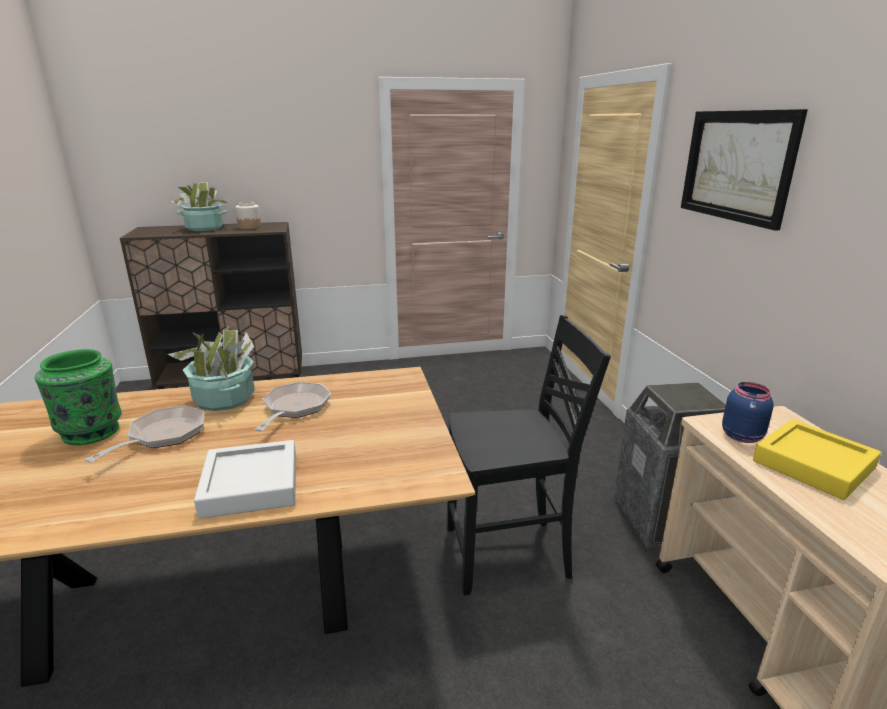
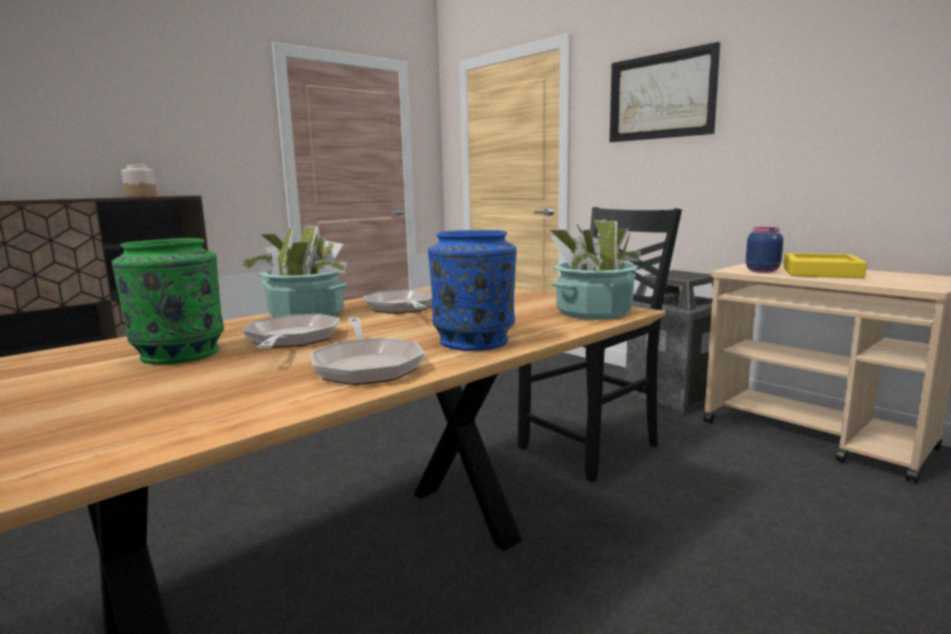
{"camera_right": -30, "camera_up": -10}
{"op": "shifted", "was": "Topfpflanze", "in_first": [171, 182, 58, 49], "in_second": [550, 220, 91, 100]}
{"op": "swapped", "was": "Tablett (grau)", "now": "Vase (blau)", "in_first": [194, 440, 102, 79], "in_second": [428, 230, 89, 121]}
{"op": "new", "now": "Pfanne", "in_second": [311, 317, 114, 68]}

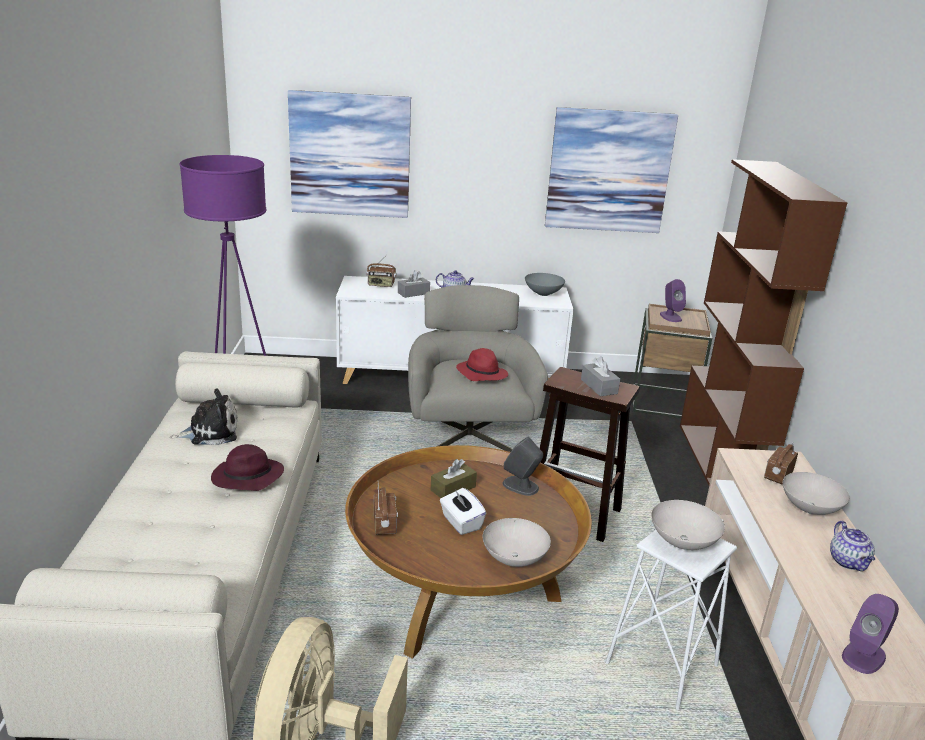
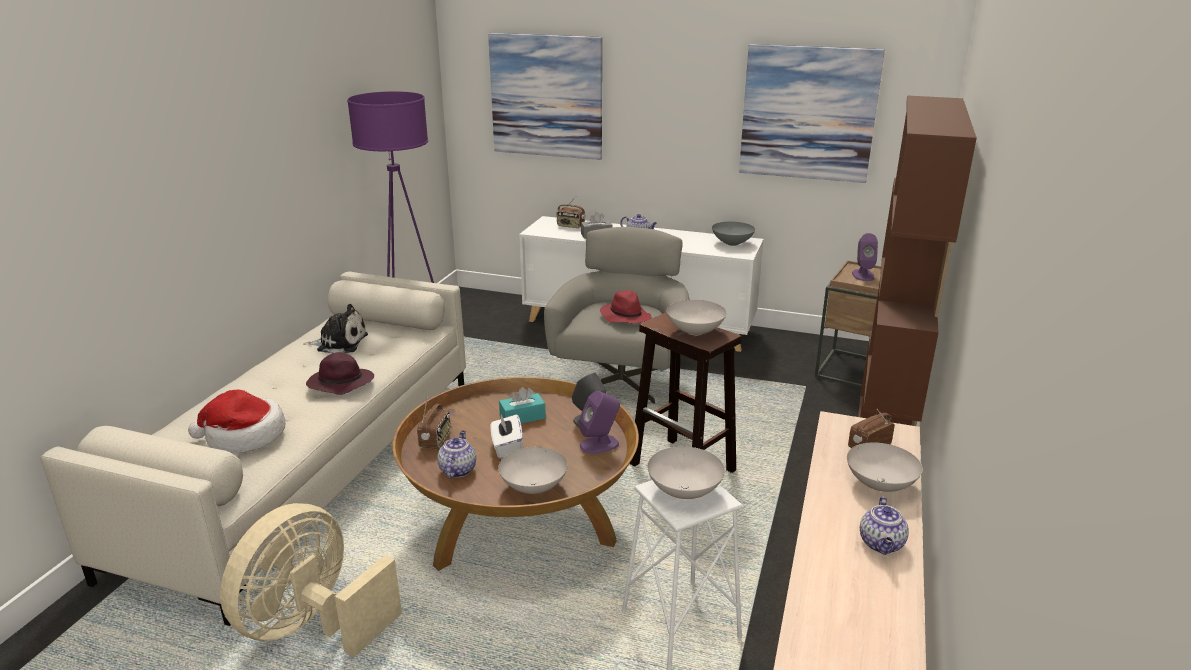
{"camera_right": 20, "camera_up": 0}
{"op": "swapped", "was": "Taschentuchbox (grau)", "now": "Schüssel (weiß)", "in_first": [581, 356, 39, 40], "in_second": [667, 300, 60, 35]}
{"op": "repainted", "was": "Taschentuchbox (braun)", "now": "Taschentuchbox (türkis)", "in_first": [431, 459, 46, 39], "in_second": [499, 387, 47, 37]}
{"op": "shifted", "was": "Lautsprecher (lila)", "in_first": [842, 594, 57, 80], "in_second": [579, 391, 41, 63]}
{"op": "new", "now": "Hut", "in_second": [188, 390, 98, 63]}
{"op": "new", "now": "Teekanne", "in_second": [437, 430, 39, 48]}

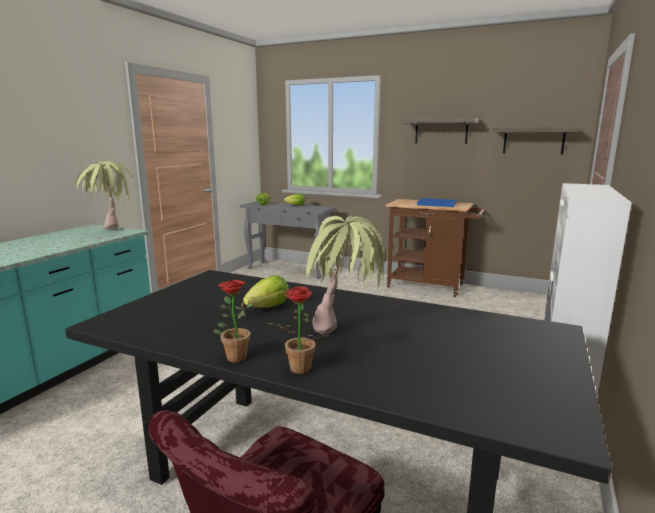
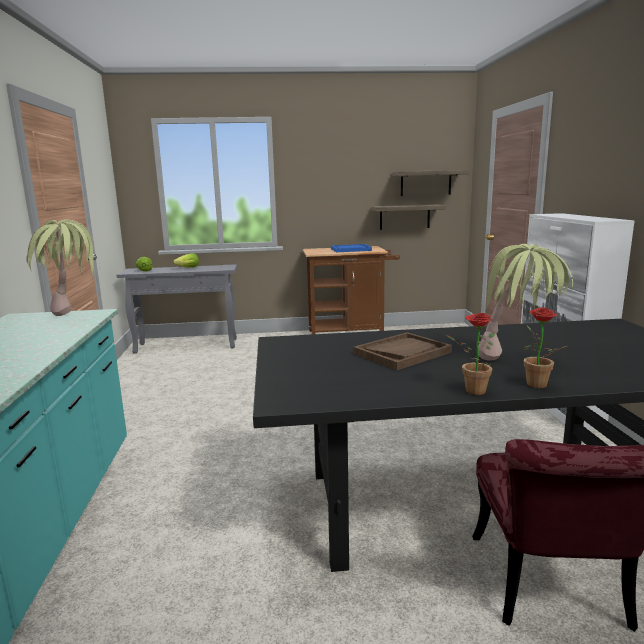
{"camera_right": -30, "camera_up": 0}
{"op": "shifted", "was": "Wandregal", "in_first": [402, 118, 76, 26], "in_second": [371, 204, 75, 26]}
{"op": "swapped", "was": "Salatkopf", "now": "Tablett (braun)", "in_first": [243, 275, 46, 33], "in_second": [353, 332, 99, 38]}

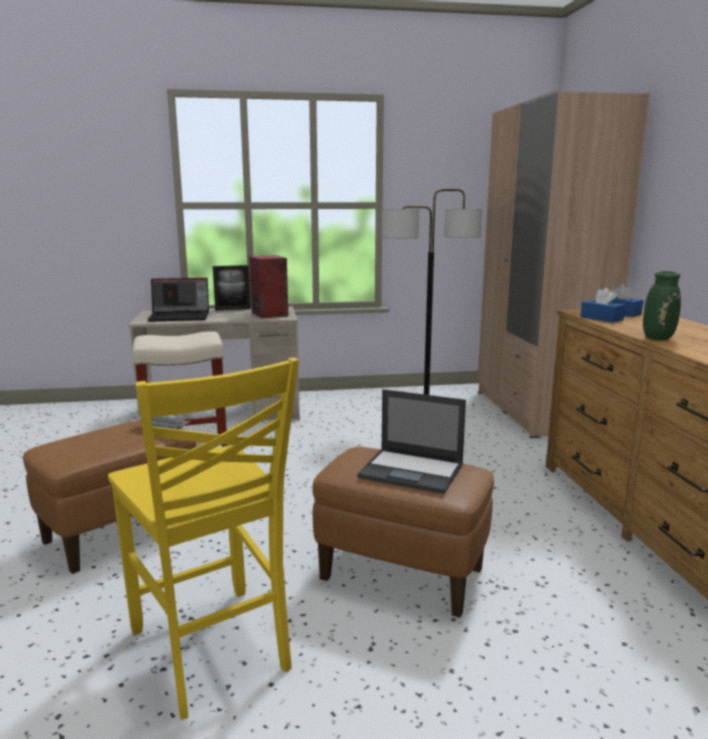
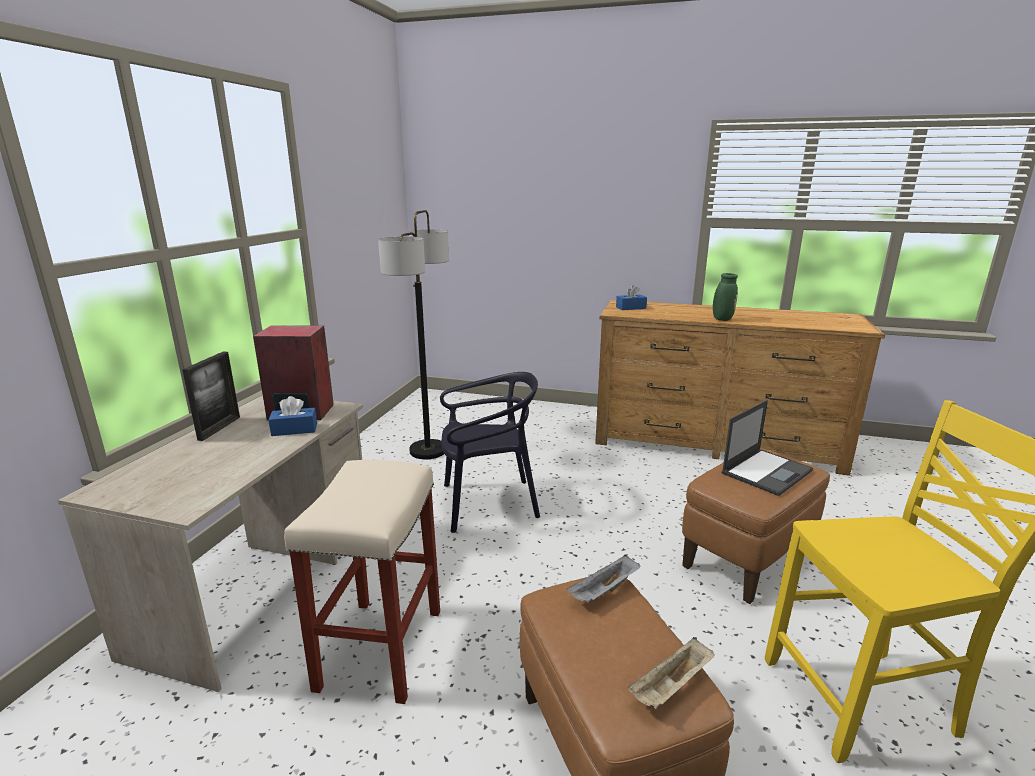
{"camera_right": -65, "camera_up": 5}
{"op": "gone", "was": "Kleiderschrank (beige)", "in_first": [478, 90, 172, 348]}
{"op": "gone", "was": "Laptop", "in_first": [147, 278, 62, 44]}
{"op": "shifted", "was": "Taschentuchbox (blau)", "in_first": [581, 288, 44, 35], "in_second": [268, 396, 49, 40]}
{"op": "new", "now": "Stuhl (schwarz)", "in_second": [440, 372, 100, 161]}
{"op": "new", "now": "Tablett (beige)", "in_second": [628, 637, 87, 72]}

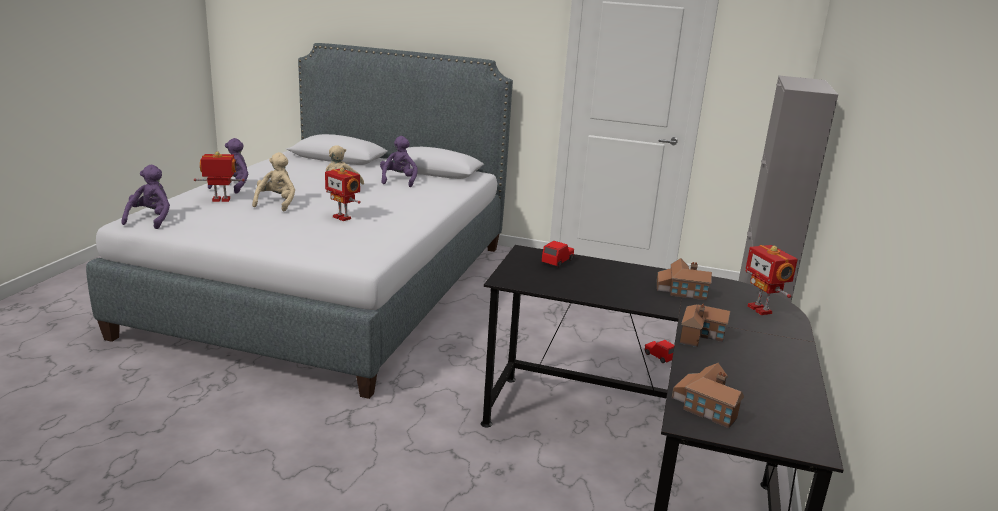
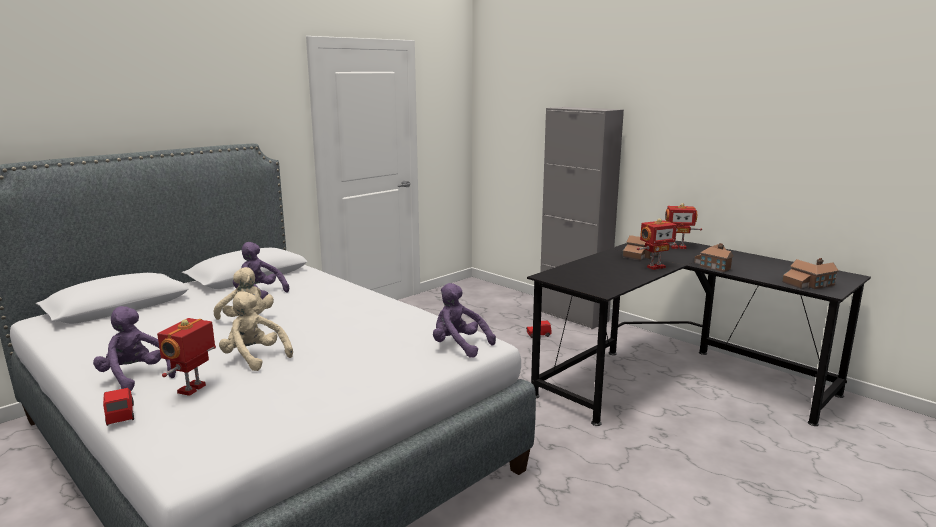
{"camera_right": -60, "camera_up": -5}
{"op": "shifted", "was": "Plüschtier (lila)", "in_first": [122, 165, 48, 64], "in_second": [433, 283, 63, 75]}
{"op": "shifted", "was": "Spielzeugroboter", "in_first": [325, 168, 36, 53], "in_second": [637, 218, 40, 52]}
{"op": "shifted", "was": "Spielzeugauto (rot)", "in_first": [542, 241, 32, 27], "in_second": [103, 388, 31, 38]}

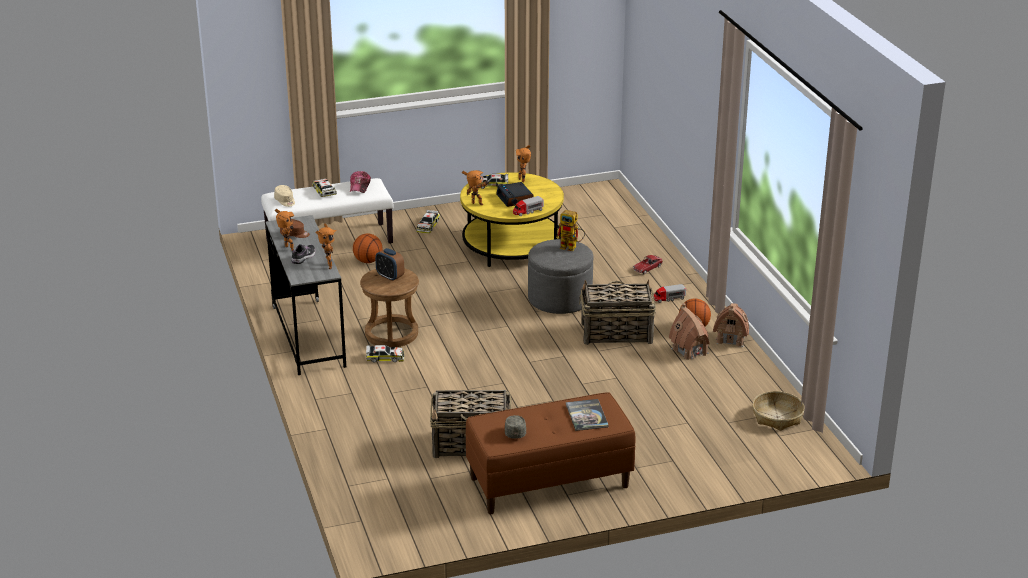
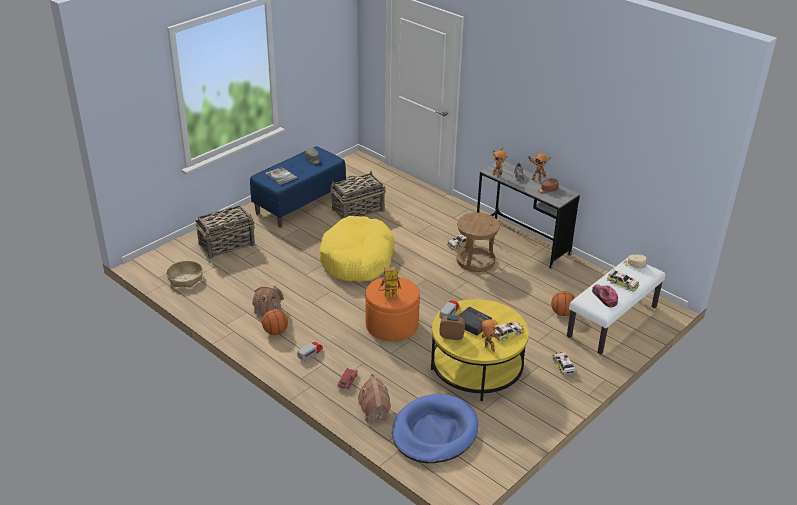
{"camera_right": 150, "camera_up": 5}
{"op": "gone", "was": "Spielzeugroboter", "in_first": [462, 170, 27, 35]}
{"op": "repainted", "was": "Polsterhocker (grau)", "now": "Polsterhocker (orange)", "in_first": [528, 239, 65, 75], "in_second": [365, 277, 55, 64]}
{"op": "shifted", "was": "Wecker", "in_first": [375, 248, 29, 33], "in_second": [439, 314, 26, 26]}
{"op": "shifted", "was": "Korb", "in_first": [579, 279, 77, 66], "in_second": [195, 205, 60, 54]}
{"op": "shifted", "was": "Spielzeughaus", "in_first": [713, 303, 36, 44], "in_second": [358, 373, 33, 50]}
{"op": "repainted", "was": "Bank (braun)", "now": "Bank (blau)", "in_first": [465, 392, 171, 122], "in_second": [250, 146, 96, 82]}
{"op": "new", "now": "Hundebett (gelb)", "in_second": [319, 216, 75, 66]}
{"op": "new", "now": "Hundebett (blau)", "in_second": [392, 394, 86, 69]}

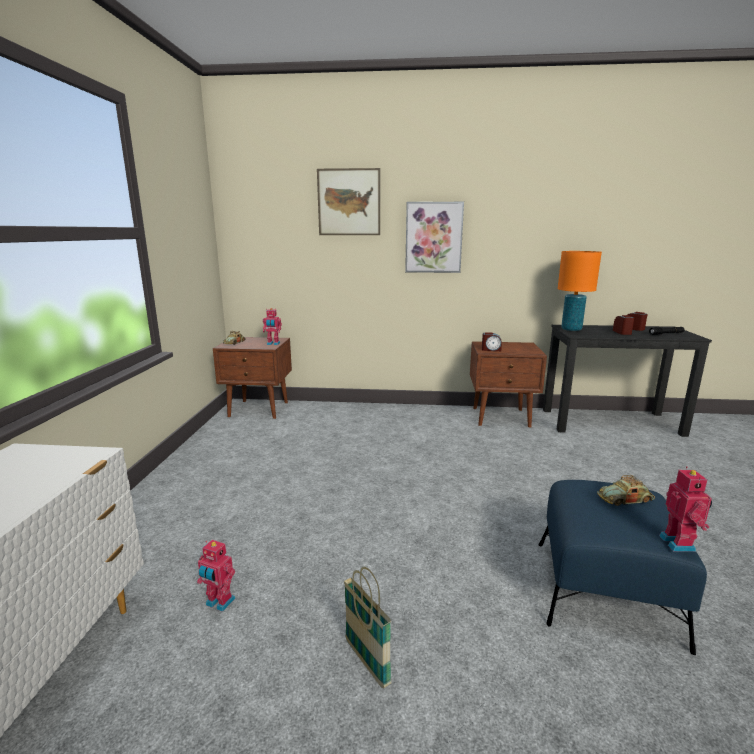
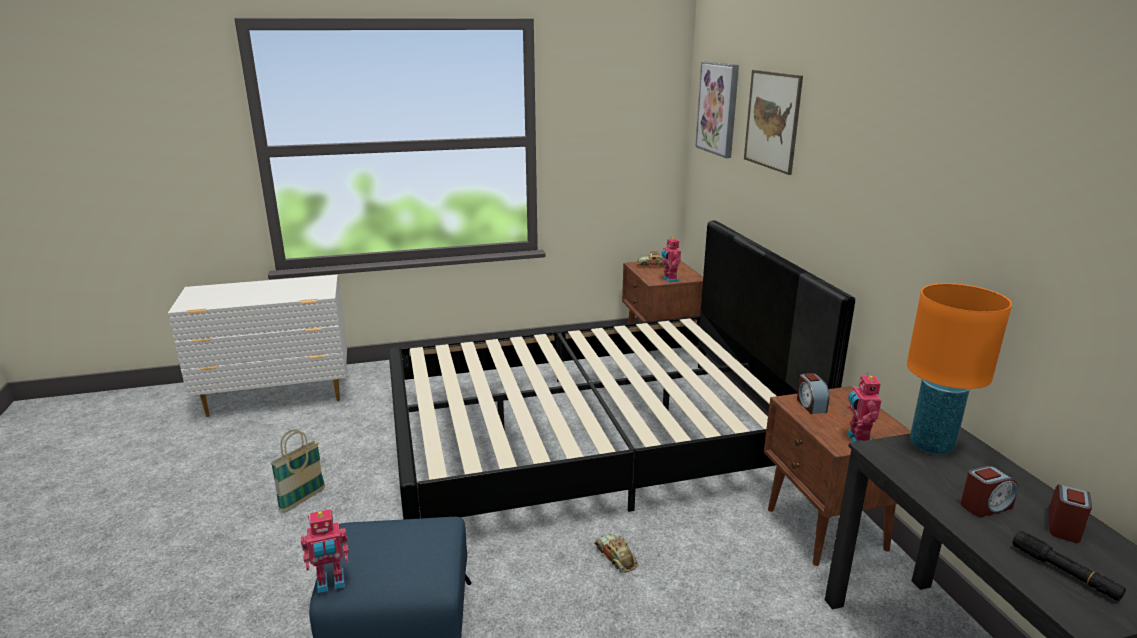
{"camera_right": 70, "camera_up": 5}
{"op": "shifted", "was": "Bild", "in_first": [405, 202, 59, 71], "in_second": [696, 62, 43, 96]}
{"op": "shifted", "was": "Spielzeugauto", "in_first": [597, 475, 58, 31], "in_second": [594, 534, 44, 39]}
{"op": "shifted", "was": "Spielzeugroboter", "in_first": [197, 540, 38, 72], "in_second": [847, 373, 35, 70]}
{"op": "new", "now": "Bett (schwarz)", "in_second": [389, 220, 466, 299]}

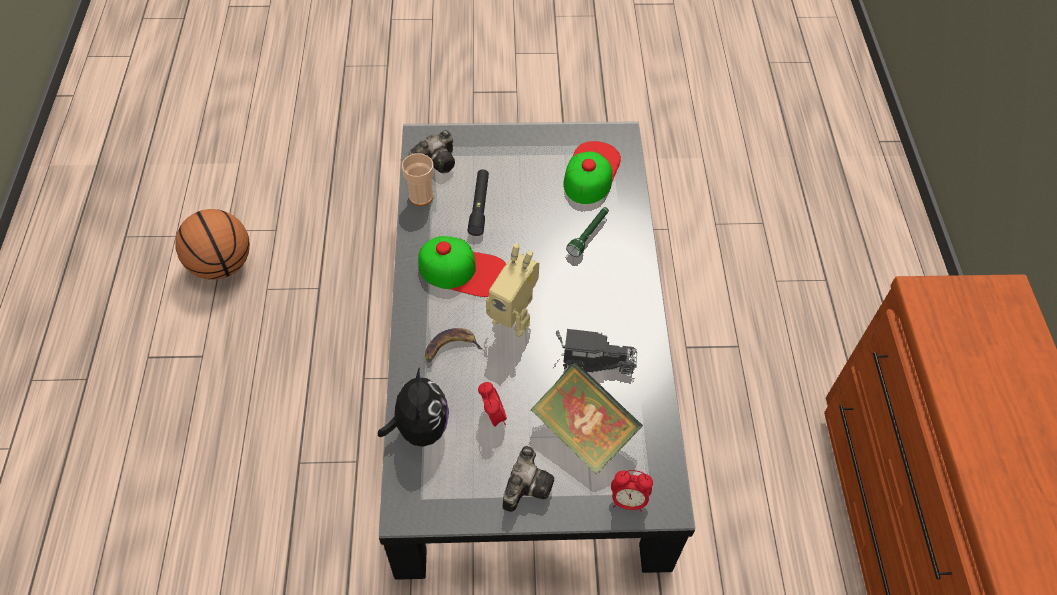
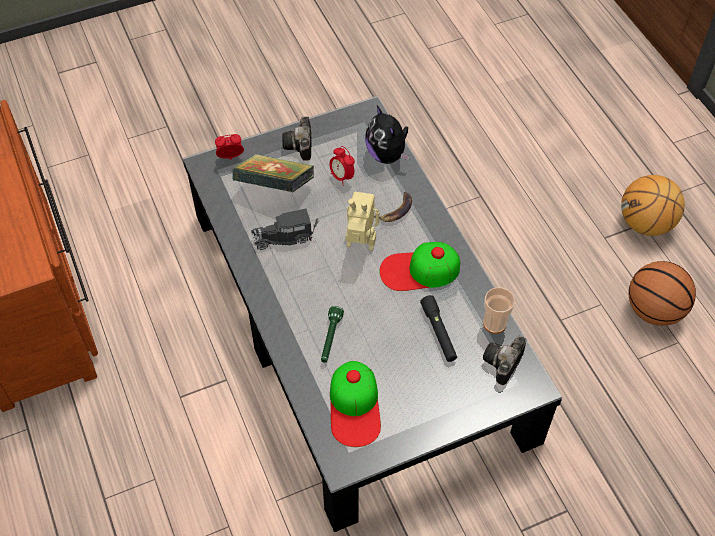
{"camera_right": 160, "camera_up": 0}
{"op": "new", "now": "Basketball", "in_second": [621, 175, 64, 61]}

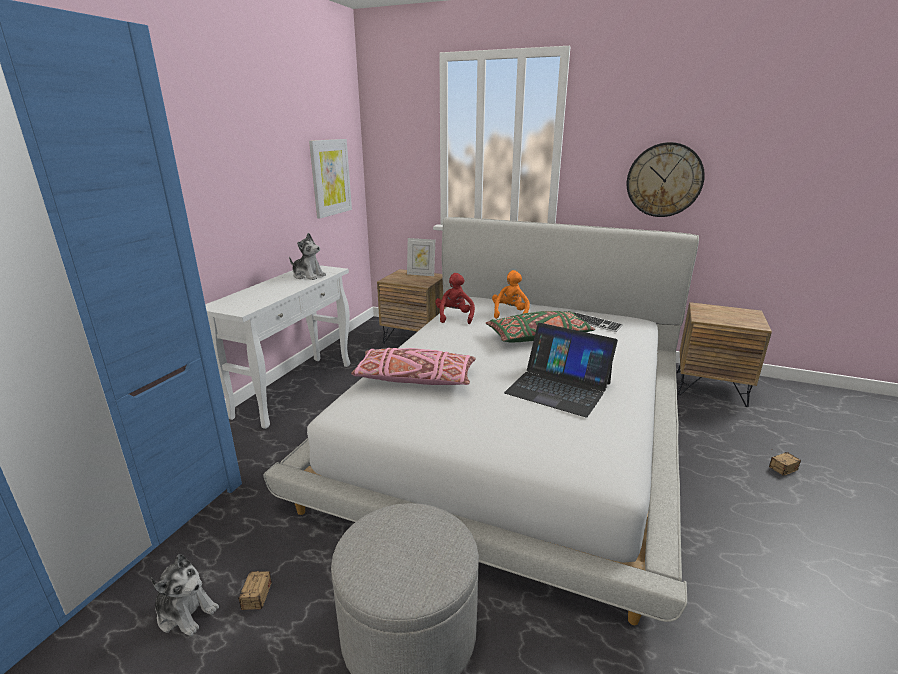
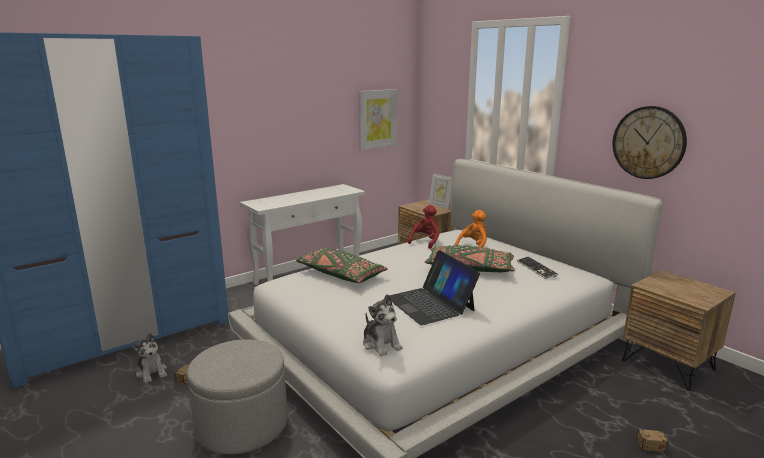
{"camera_right": 30, "camera_up": -5}
{"op": "shifted", "was": "Plüschtier", "in_first": [289, 233, 37, 47], "in_second": [363, 294, 40, 62]}
{"op": "repainted", "was": "Kissen (rosa)", "now": "Kissen (grün)", "in_first": [351, 348, 125, 37], "in_second": [296, 248, 92, 35]}

